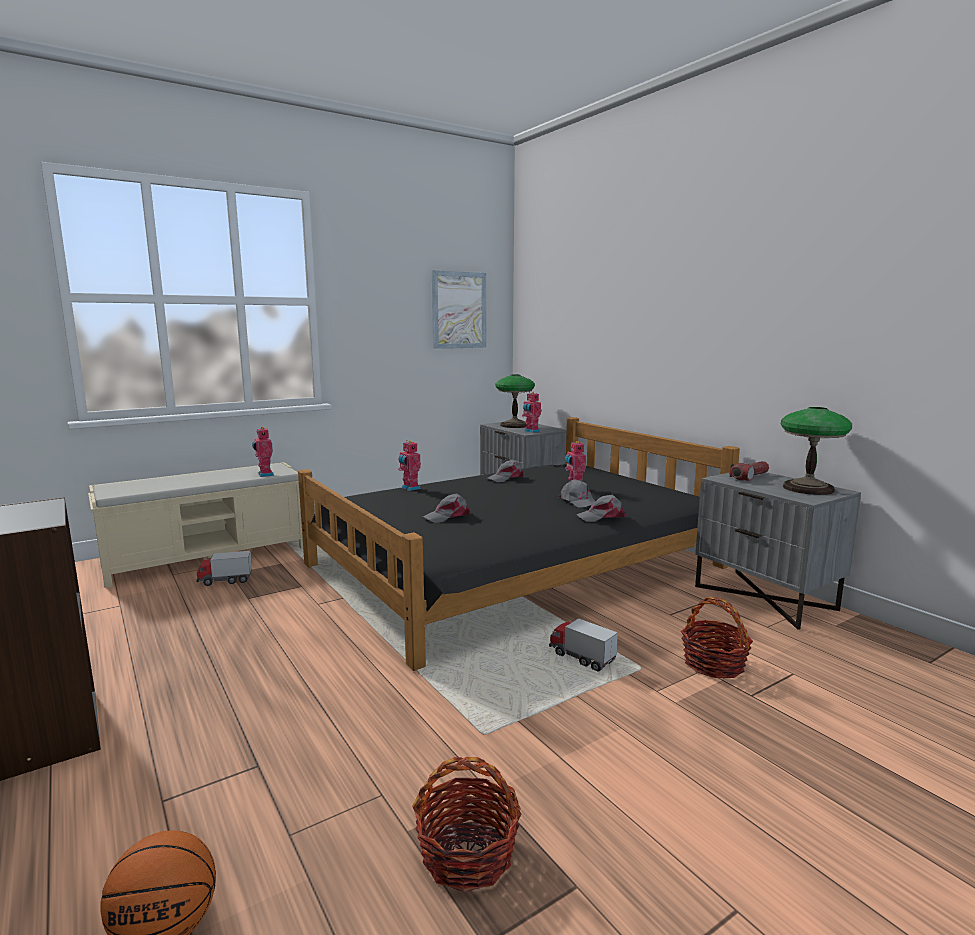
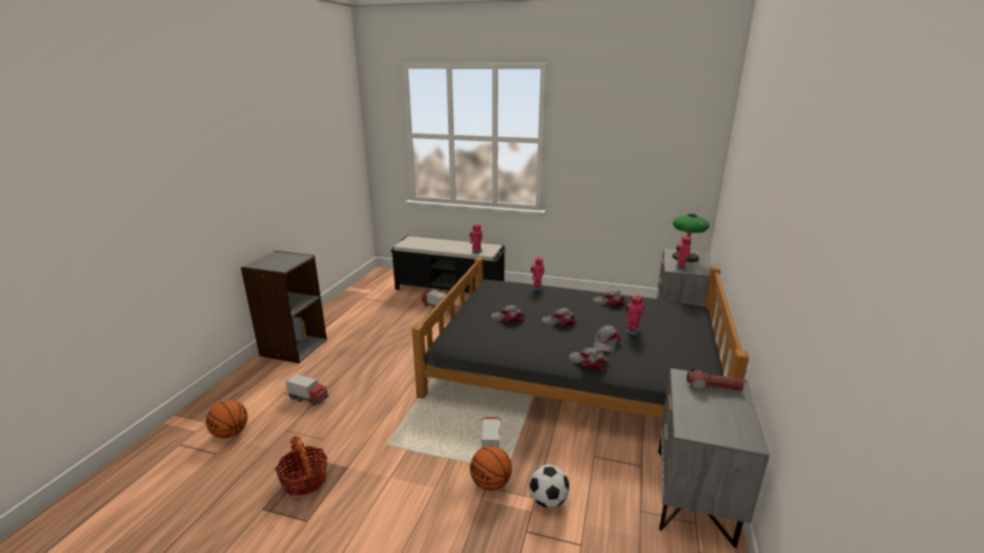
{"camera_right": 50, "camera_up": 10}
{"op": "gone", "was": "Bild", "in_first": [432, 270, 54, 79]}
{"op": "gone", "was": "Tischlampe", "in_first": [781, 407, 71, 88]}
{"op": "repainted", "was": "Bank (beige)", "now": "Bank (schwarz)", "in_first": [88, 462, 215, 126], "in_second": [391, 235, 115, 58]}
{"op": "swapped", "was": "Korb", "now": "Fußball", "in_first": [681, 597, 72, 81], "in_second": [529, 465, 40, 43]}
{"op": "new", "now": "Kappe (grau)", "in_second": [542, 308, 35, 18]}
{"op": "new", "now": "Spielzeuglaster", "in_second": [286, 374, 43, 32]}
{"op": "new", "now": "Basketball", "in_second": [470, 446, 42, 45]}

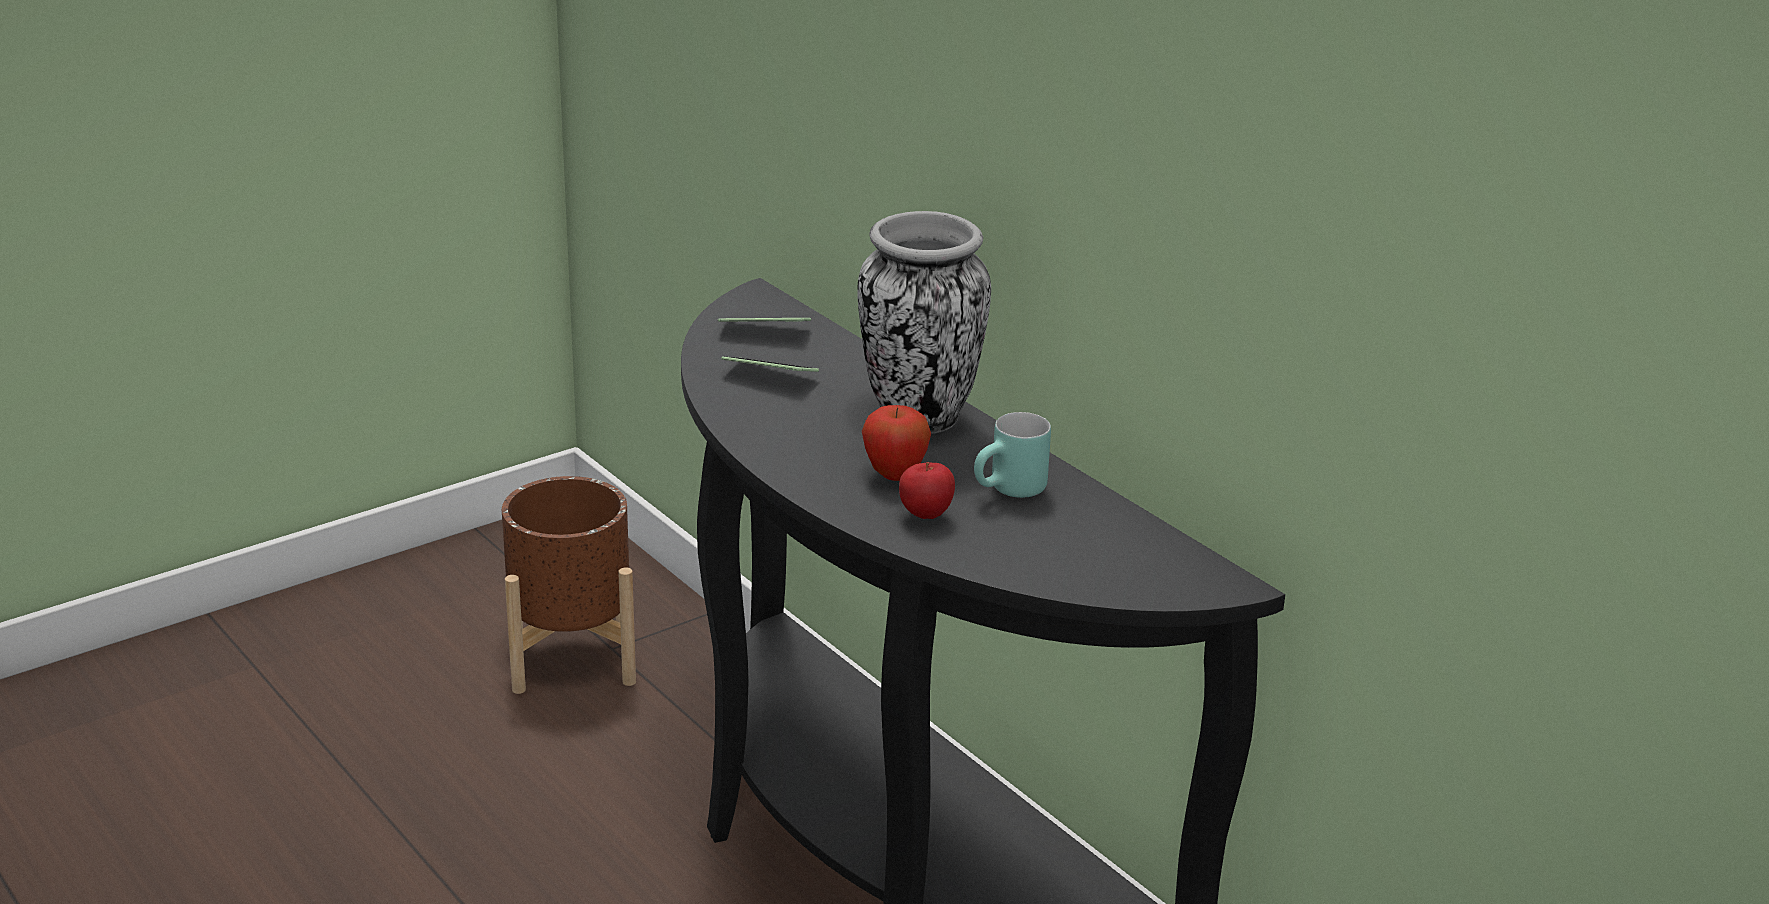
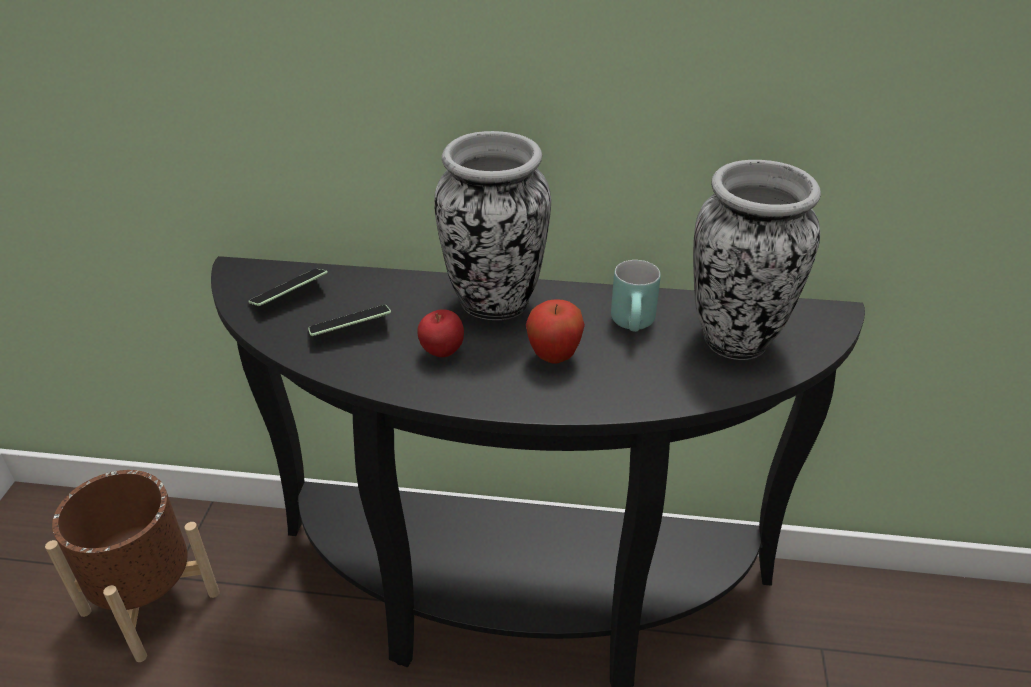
{"camera_right": -45, "camera_up": 10}
{"op": "shifted", "was": "Apfel", "in_first": [899, 462, 56, 57], "in_second": [417, 309, 47, 48]}
{"op": "new", "now": "Vase", "in_second": [693, 160, 128, 200]}

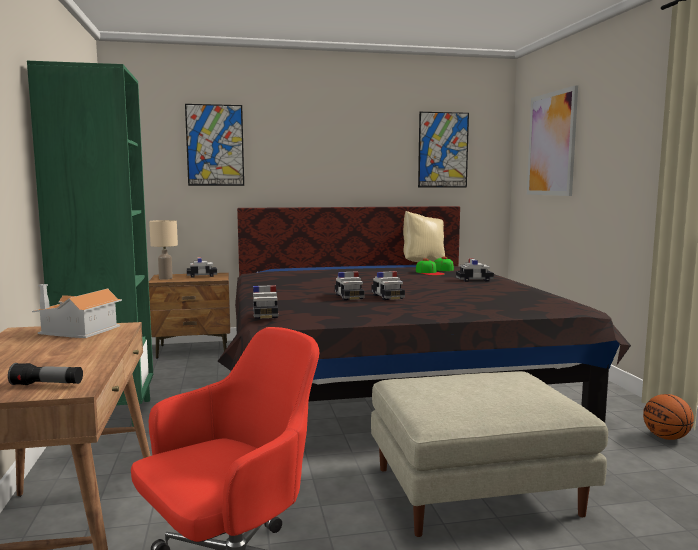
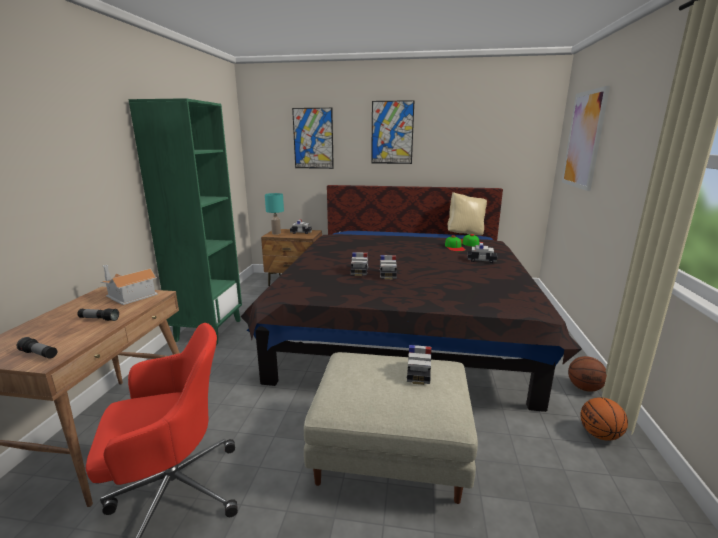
{"camera_right": 20, "camera_up": 10}
{"op": "shifted", "was": "Bild", "in_first": [418, 112, 51, 75], "in_second": [371, 100, 44, 64]}
{"op": "repainted", "was": "Tischlampe (beige)", "now": "Tischlampe (türkis)", "in_first": [149, 220, 29, 60], "in_second": [265, 193, 19, 42]}
{"op": "shifted", "was": "Spielzeugauto", "in_first": [253, 285, 25, 34], "in_second": [407, 345, 25, 40]}
{"op": "new", "now": "Taschenlampe", "in_second": [77, 309, 42, 12]}
{"op": "new", "now": "Basketball", "in_second": [568, 356, 39, 36]}

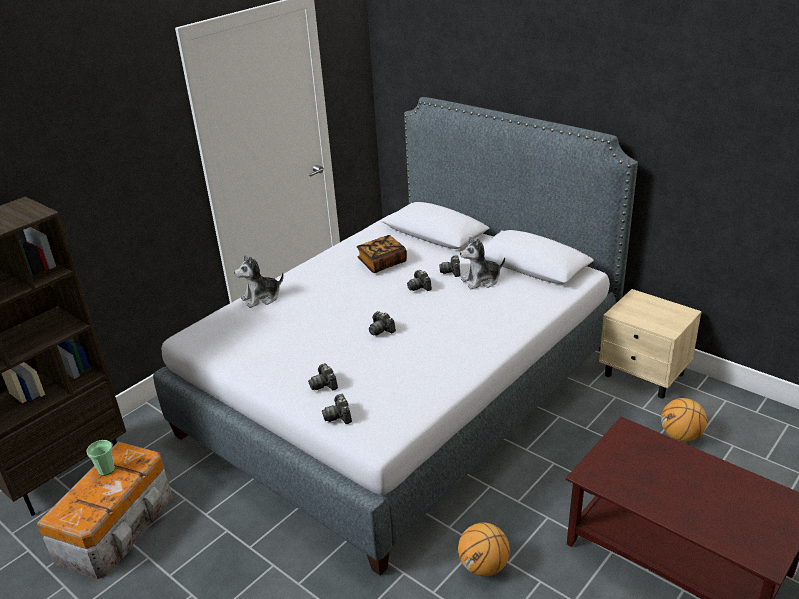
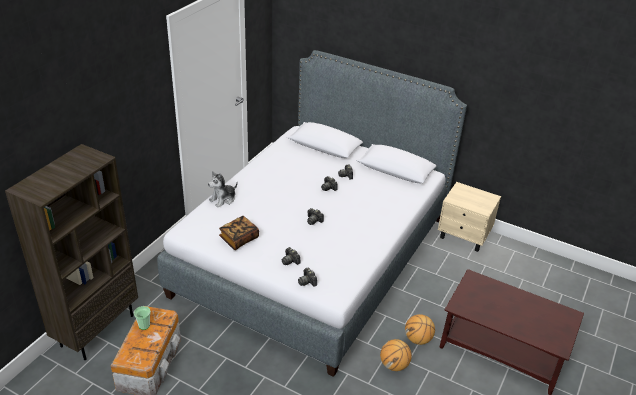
{"camera_right": -15, "camera_up": 5}
{"op": "shifted", "was": "Buch", "in_first": [357, 235, 50, 38], "in_second": [219, 216, 40, 34]}
{"op": "gone", "was": "Plüschtier", "in_first": [460, 237, 45, 52]}
{"op": "shifted", "was": "Basketball", "in_first": [661, 398, 46, 44], "in_second": [405, 314, 30, 31]}

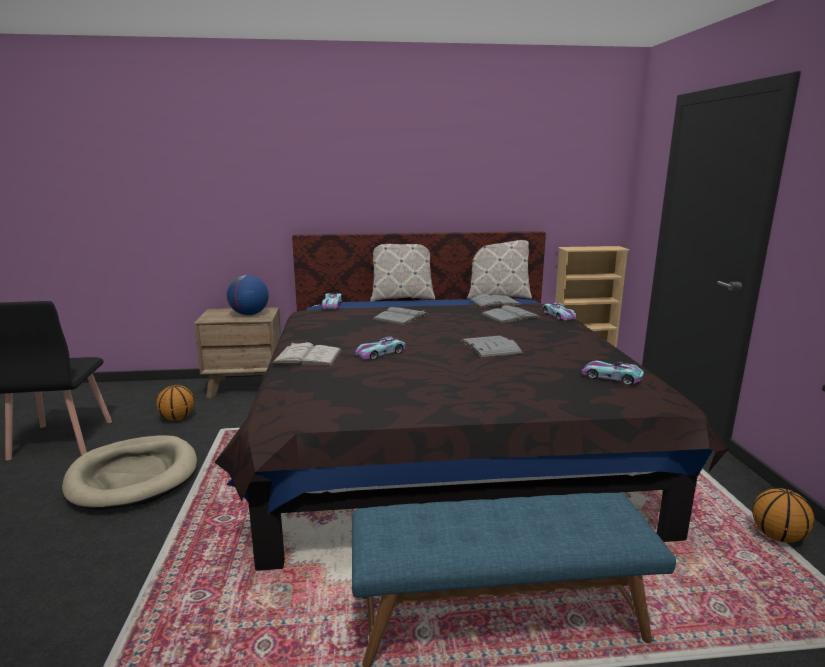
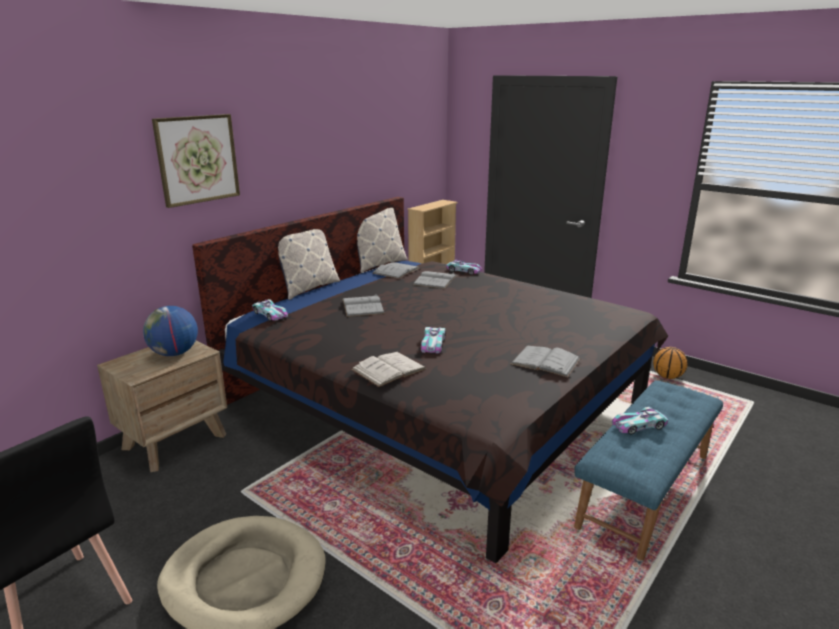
{"camera_right": -45, "camera_up": 5}
{"op": "shifted", "was": "Buch (grau)", "in_first": [460, 335, 64, 23], "in_second": [510, 346, 71, 31]}
{"op": "shifted", "was": "Spielzeugauto", "in_first": [582, 360, 62, 25], "in_second": [612, 407, 56, 28]}
{"op": "gone", "was": "Basketball", "in_first": [156, 385, 38, 36]}
{"op": "new", "now": "Bild", "in_second": [152, 114, 88, 94]}

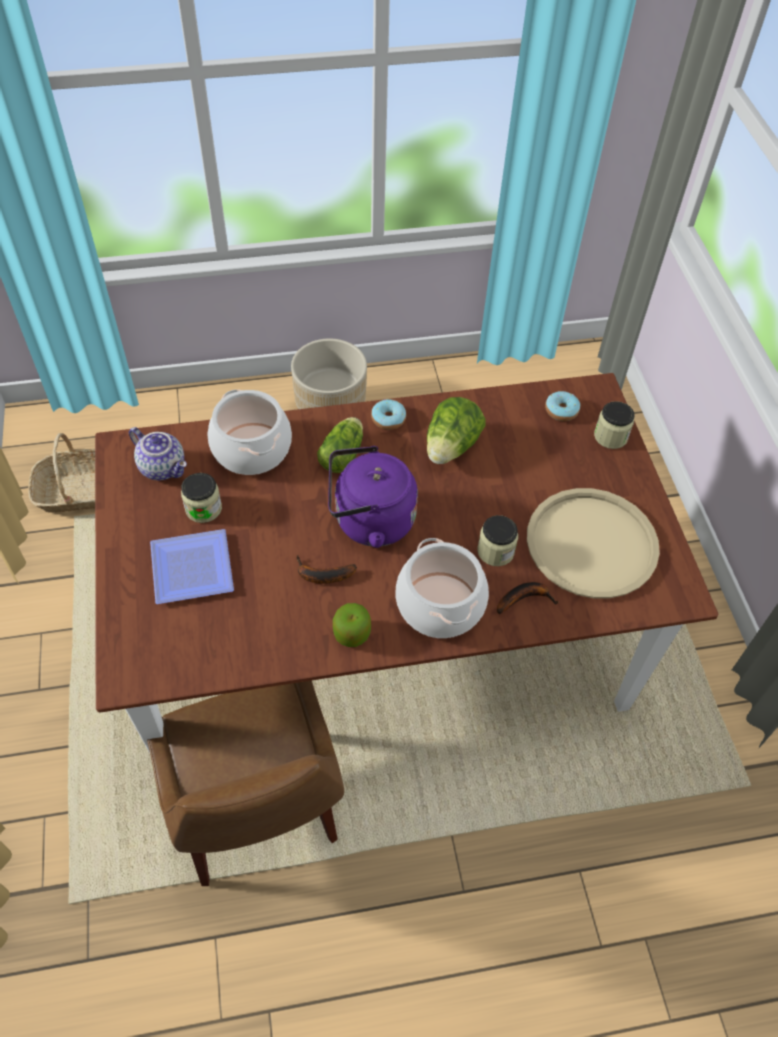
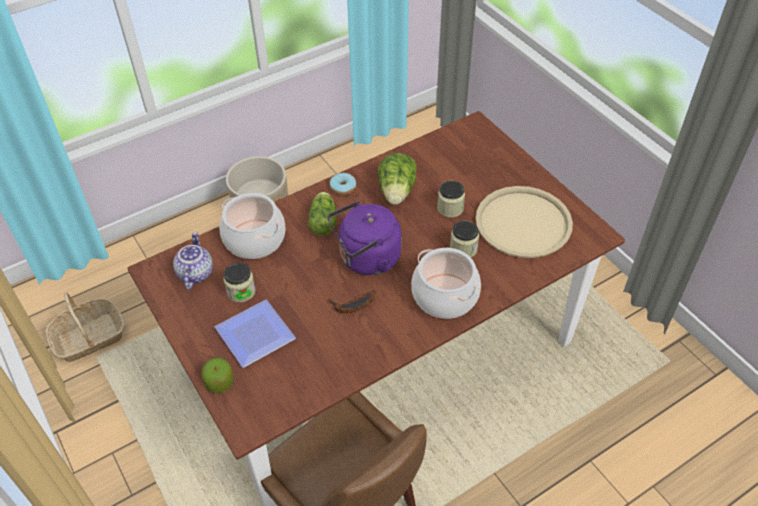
{"camera_right": -20, "camera_up": -5}
{"op": "gone", "was": "Donut", "in_first": [545, 391, 35, 30]}
{"op": "shifted", "was": "Vorratsglas", "in_first": [594, 401, 40, 48], "in_second": [437, 181, 28, 37]}
{"op": "rotated", "was": "Teekanne", "in_first": [129, 427, 58, 53], "in_second": [173, 232, 40, 58], "clockwise": -105}
{"op": "gone", "was": "Banane", "in_first": [497, 582, 61, 32]}
{"op": "shifted", "was": "Apfel", "in_first": [333, 603, 38, 44], "in_second": [201, 358, 32, 35]}

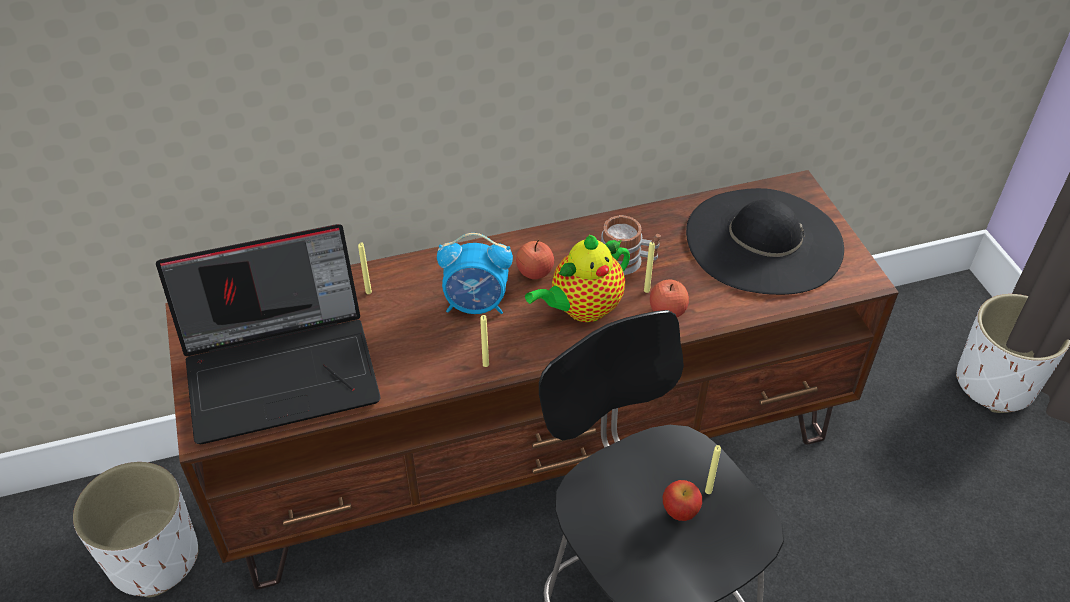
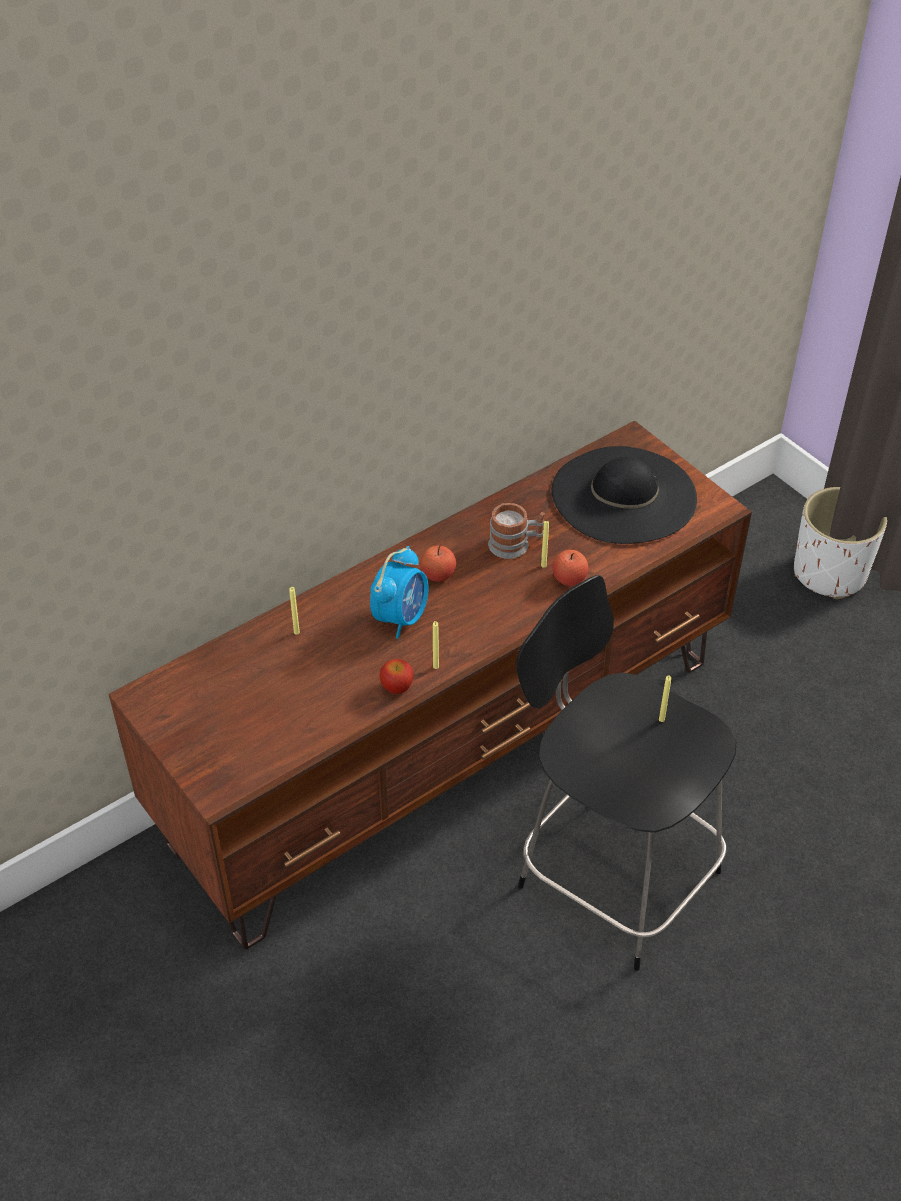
{"camera_right": -20, "camera_up": 0}
{"op": "gone", "was": "Laptop", "in_first": [156, 224, 225, 220]}
{"op": "rotated", "was": "Wecker", "in_first": [437, 233, 76, 81], "in_second": [370, 546, 59, 93], "clockwise": -45}
{"op": "gone", "was": "Teekanne", "in_first": [525, 235, 105, 87]}
{"op": "gone", "was": "Pflanzkübel (weiß)", "in_first": [73, 462, 125, 135]}
{"op": "shifted", "was": "Apfel", "in_first": [663, 480, 39, 41], "in_second": [379, 659, 34, 35]}

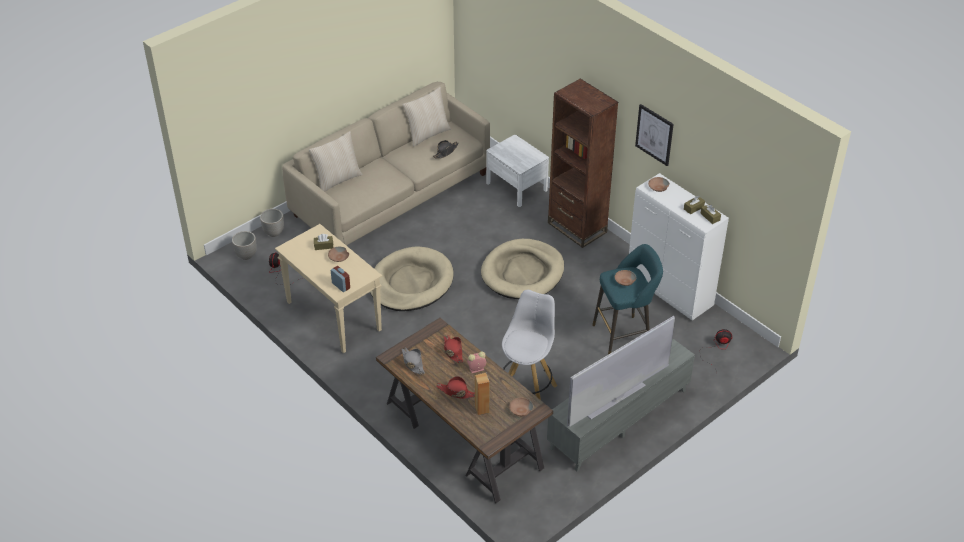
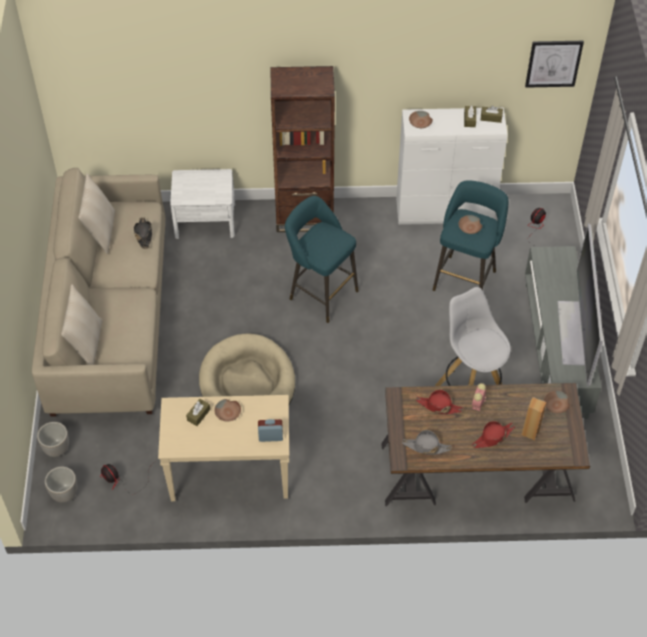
{"camera_right": -50, "camera_up": 10}
{"op": "shifted", "was": "Bild", "in_first": [635, 104, 39, 62], "in_second": [525, 41, 59, 47]}
{"op": "swapped", "was": "Hundebett (beige)", "now": "Hocker (türkis)", "in_first": [481, 239, 83, 60], "in_second": [285, 196, 74, 127]}

